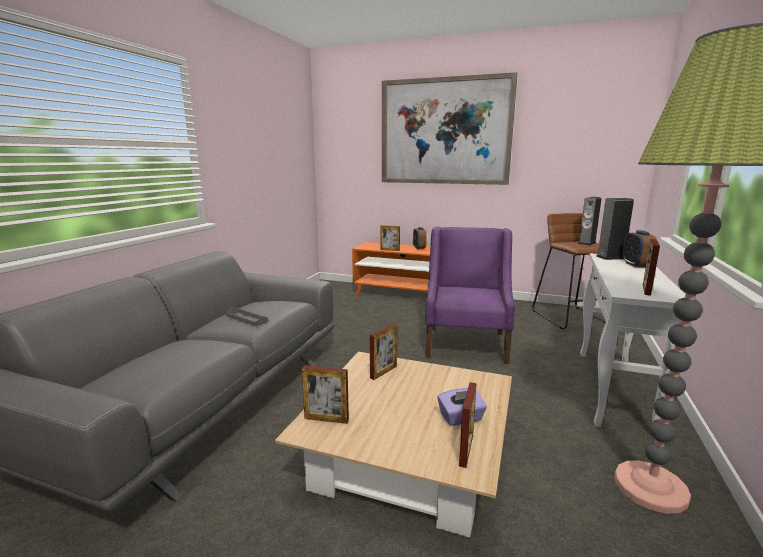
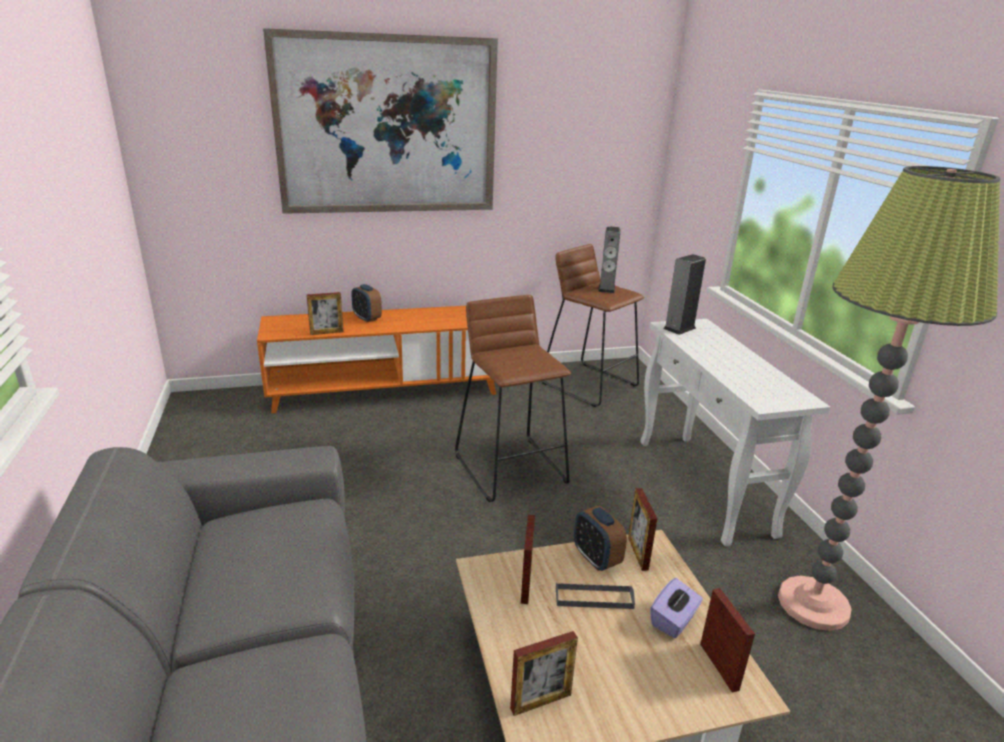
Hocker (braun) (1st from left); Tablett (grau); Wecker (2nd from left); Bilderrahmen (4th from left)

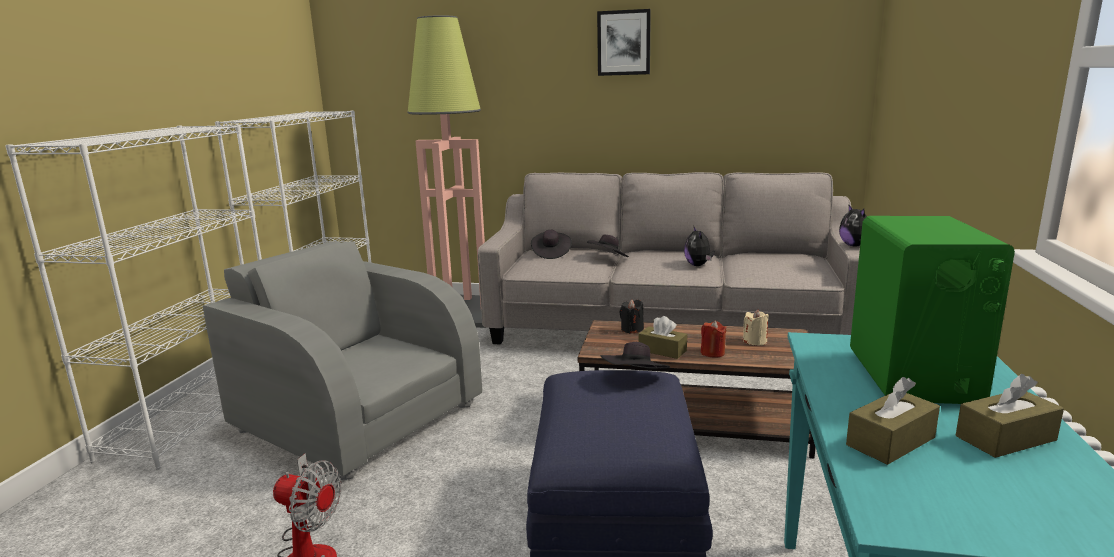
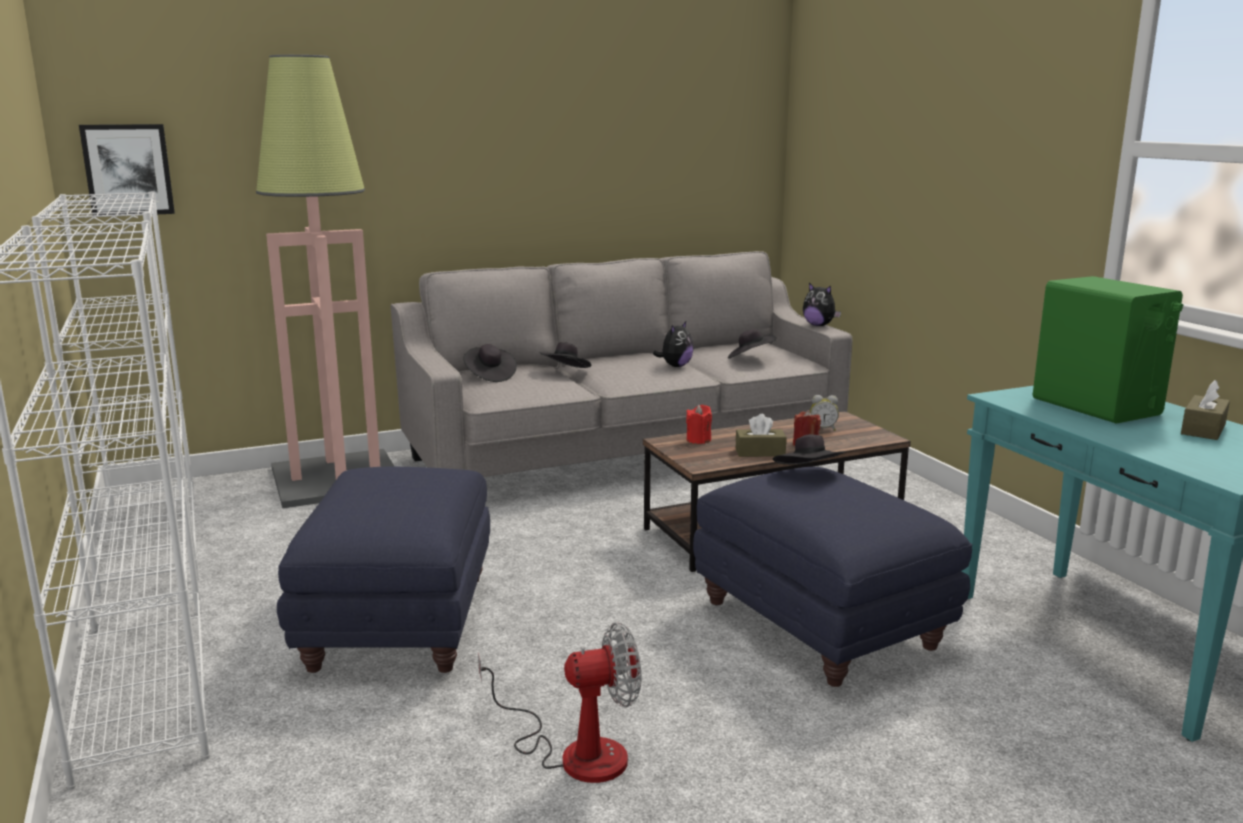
Bild; Polsterhocker (blau) (1st from left); Plüschtier (1st from left); Kerze (rot) (1st from left); Hut (schwarz) (3rd from left); Wecker; Taschentuchbox (braun) (2nd from left in the first image)

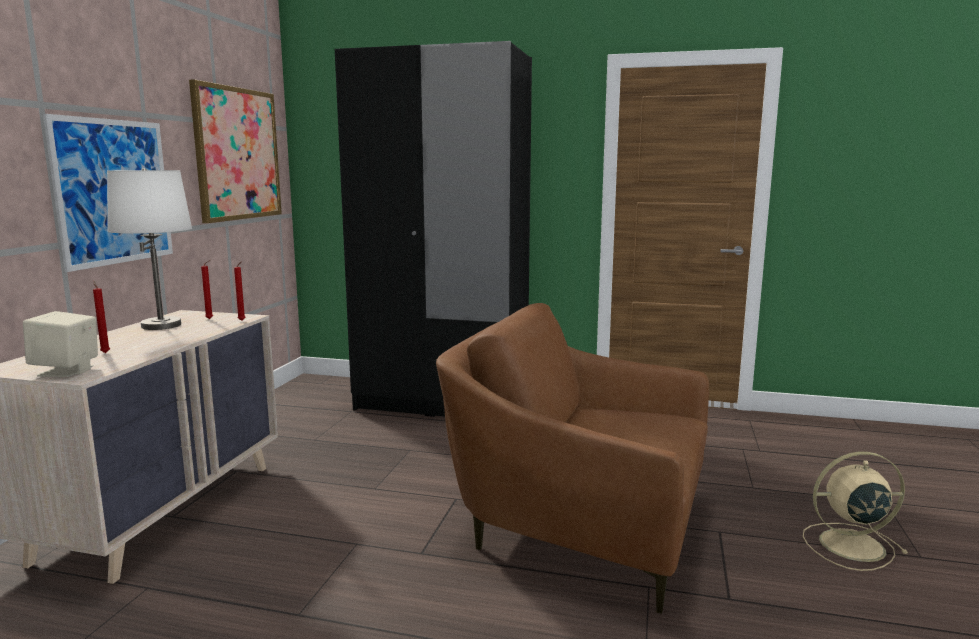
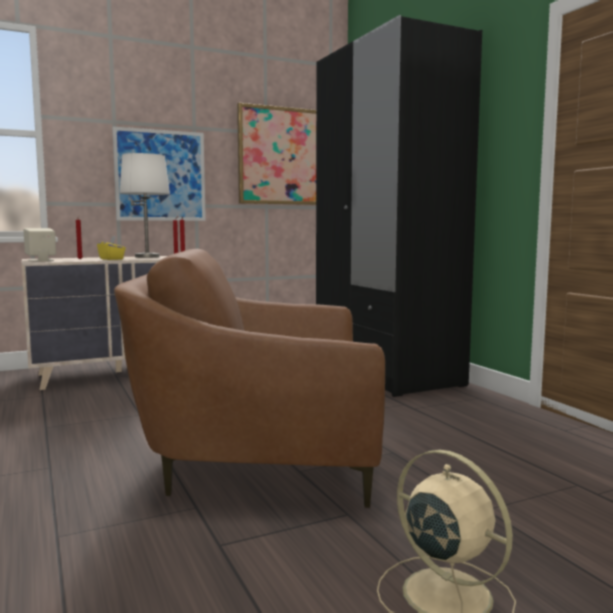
Taschentuchbox (gelb); Sessel (braun)

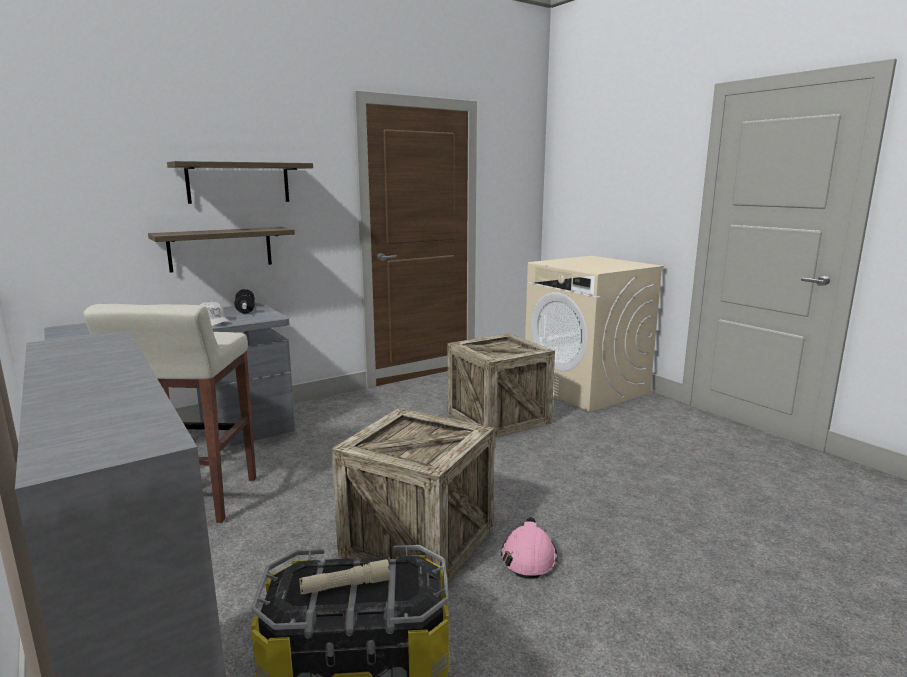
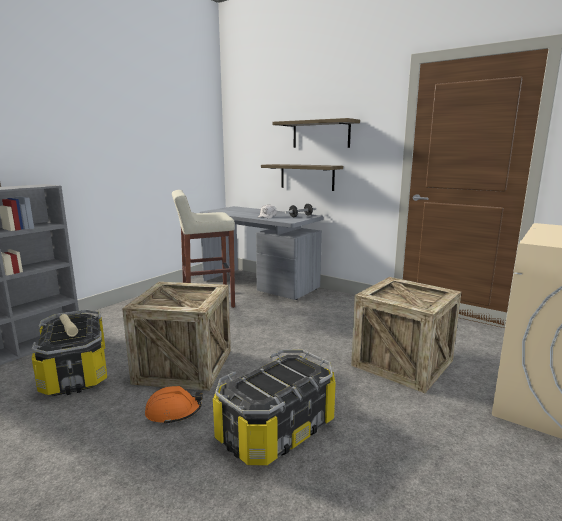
Schutzhelm (orange); Aufbewahrungsbox (2nd from left)

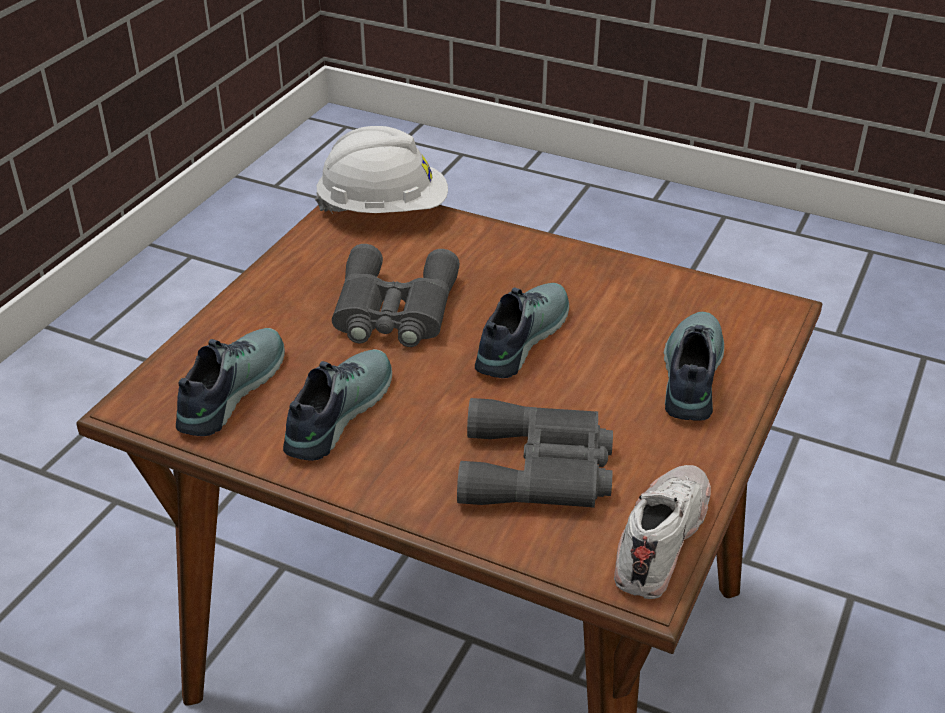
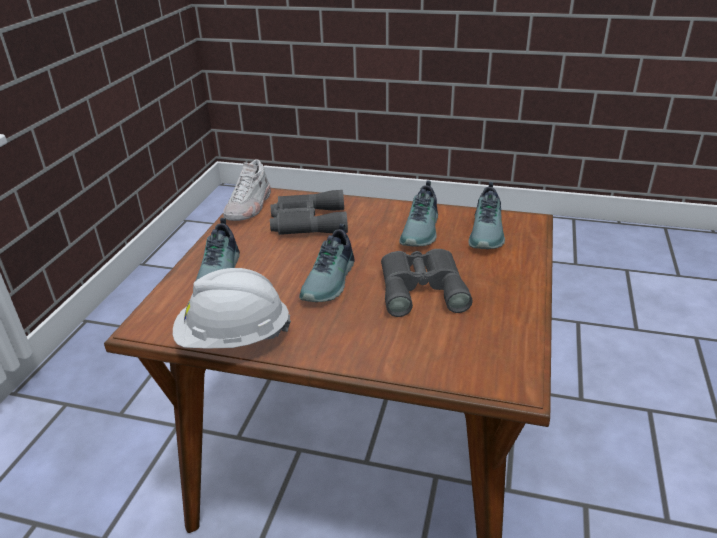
Schutzhelm (weiß)

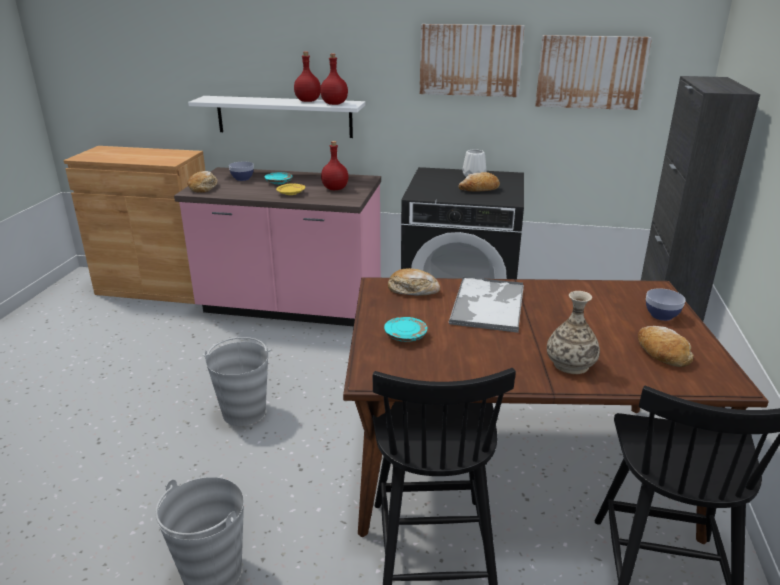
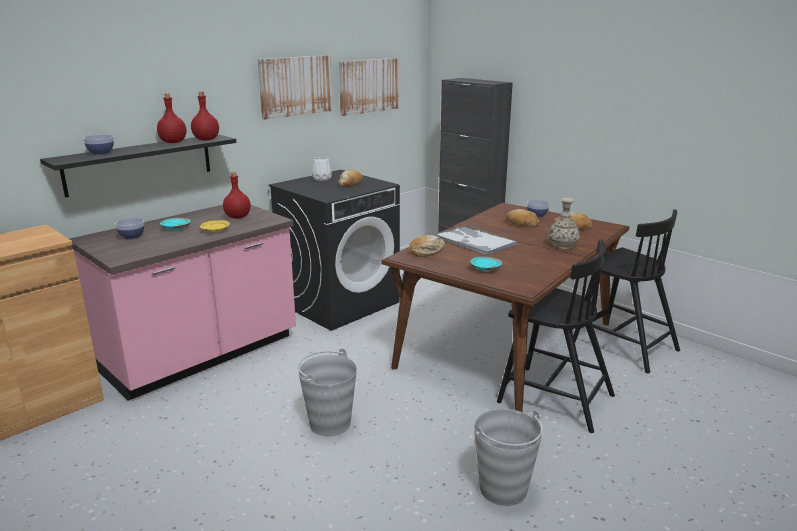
Wandregal (schwarz); Schüssel (1st from left); Brot (3rd from left)

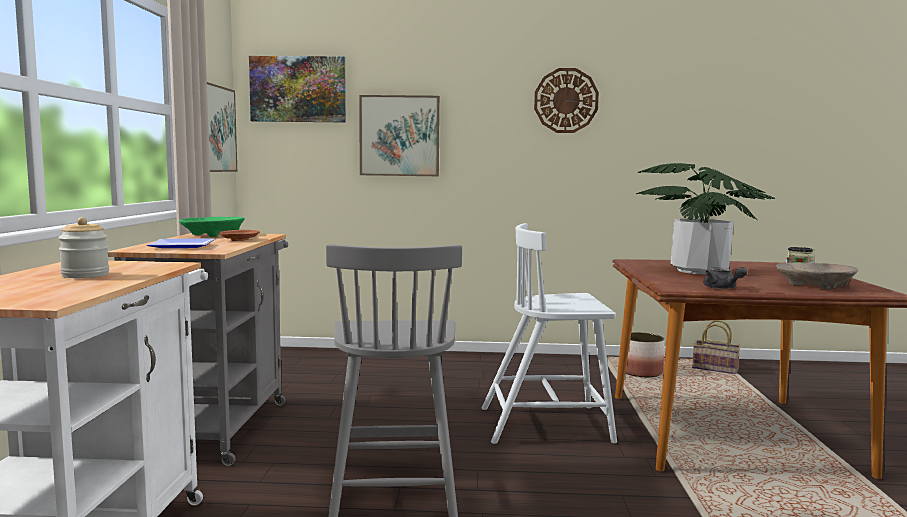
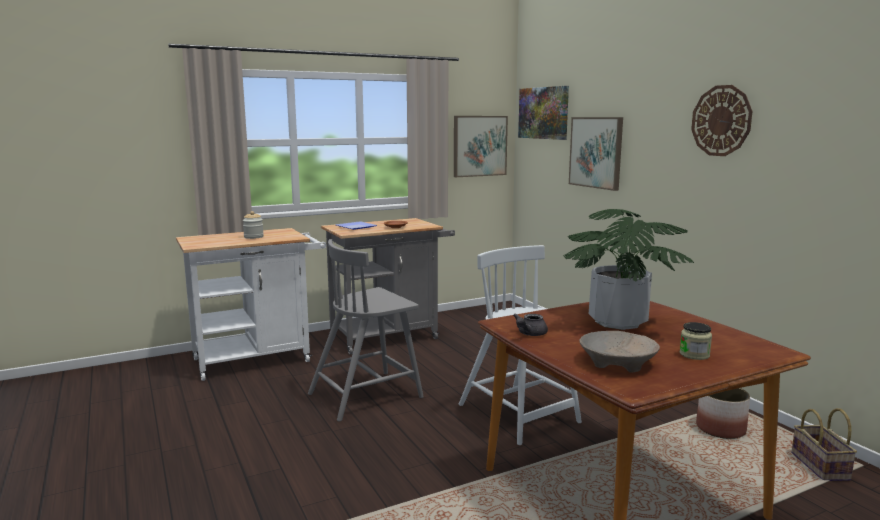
Schüssel (grün)

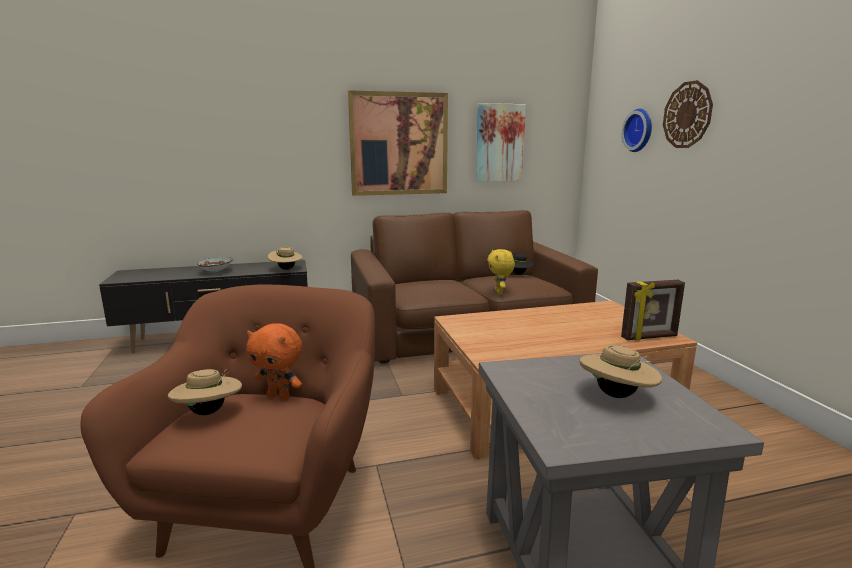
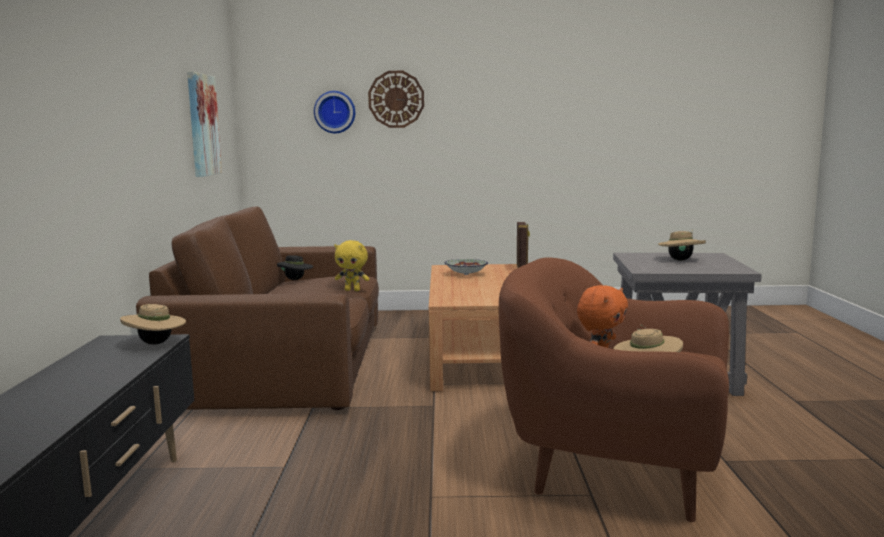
Schüssel; Bild (1st from left in the first image)

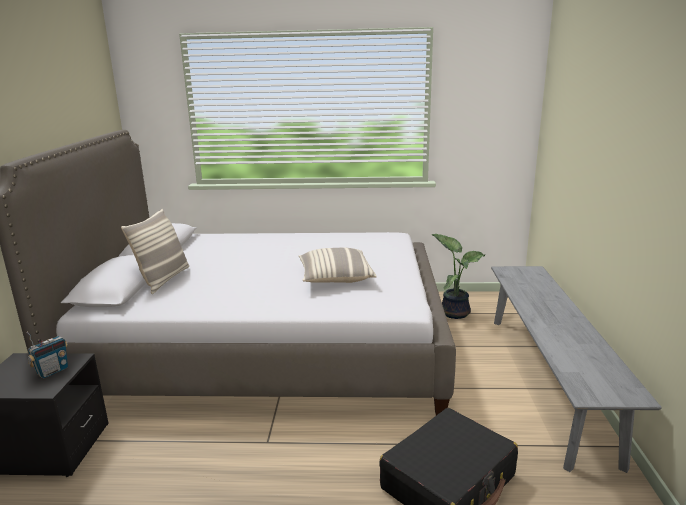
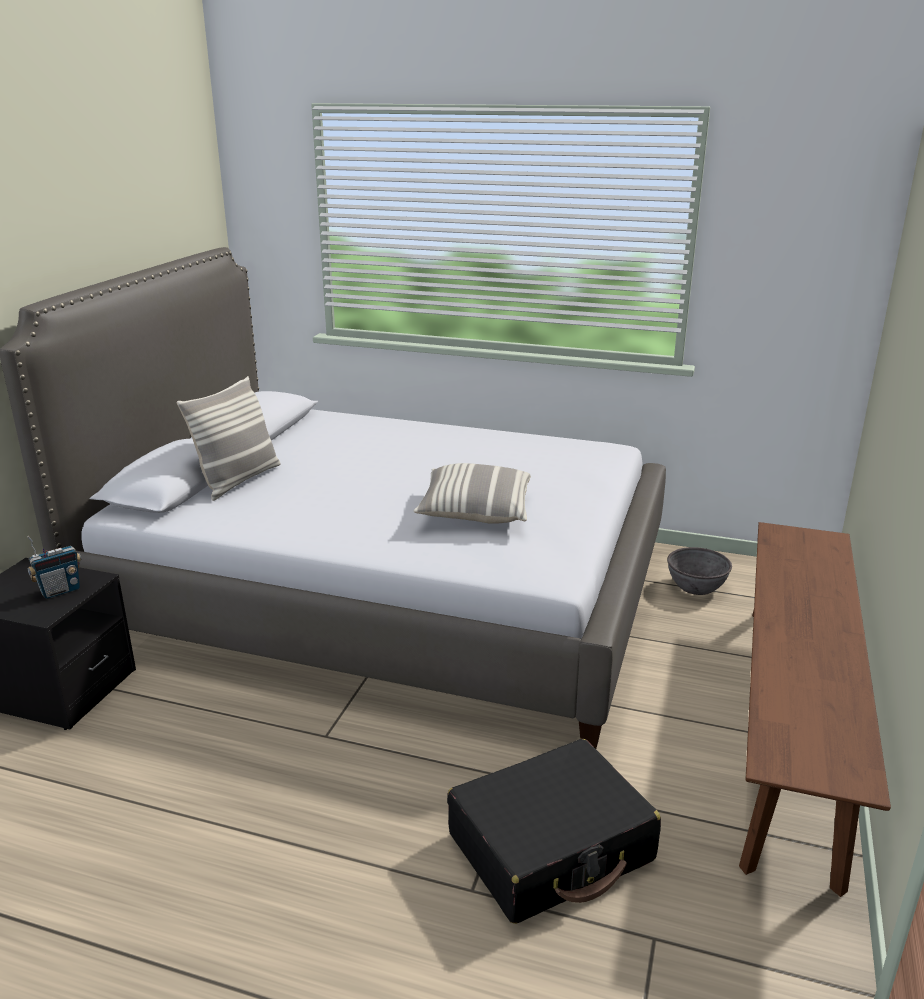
Schüssel (grau); Bank (braun)

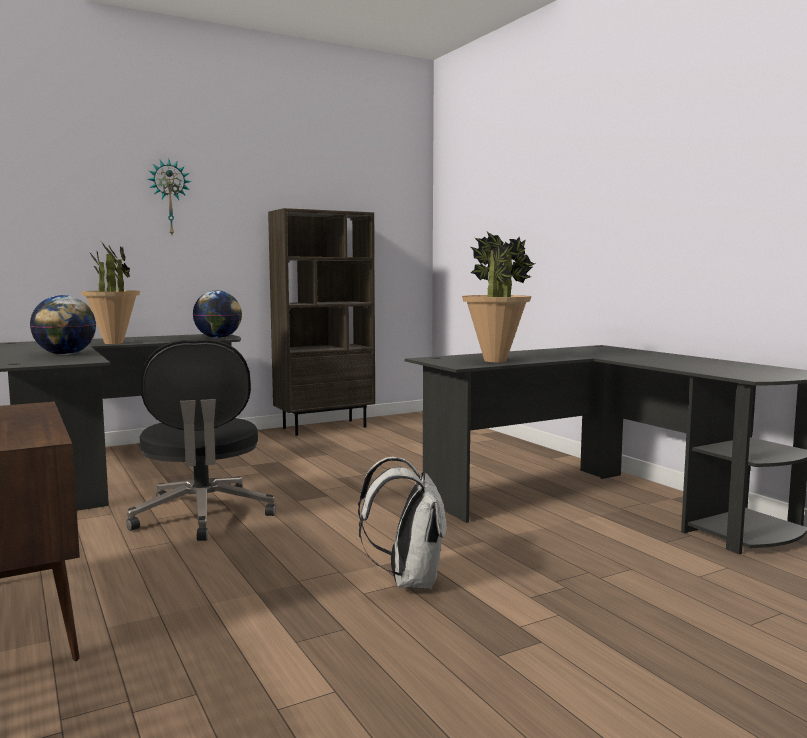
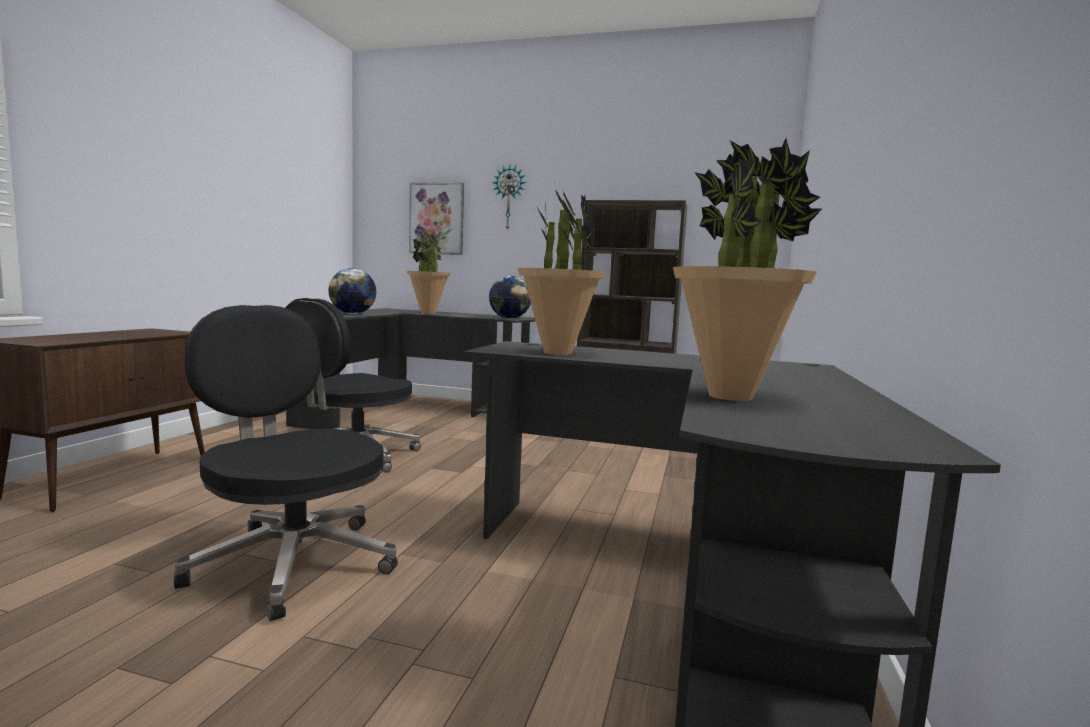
Bürostuhl (schwarz) (1st from left); Bild; Topfpflanze (3rd from left)

